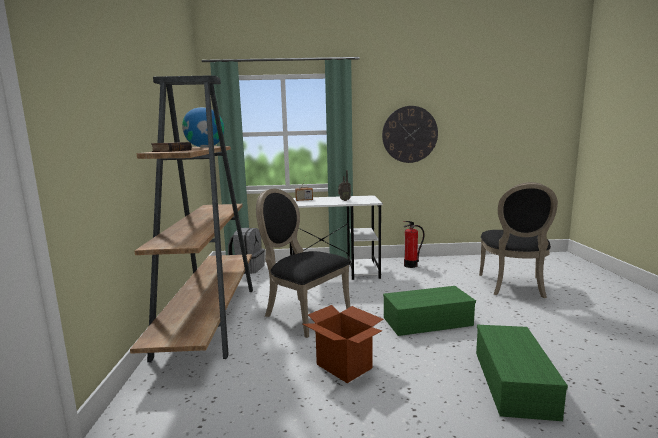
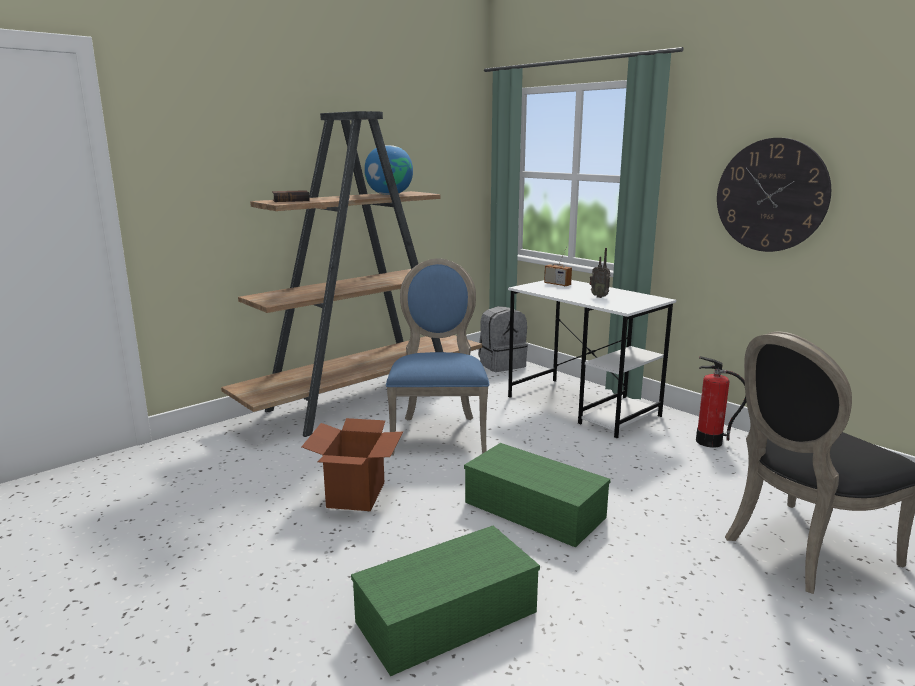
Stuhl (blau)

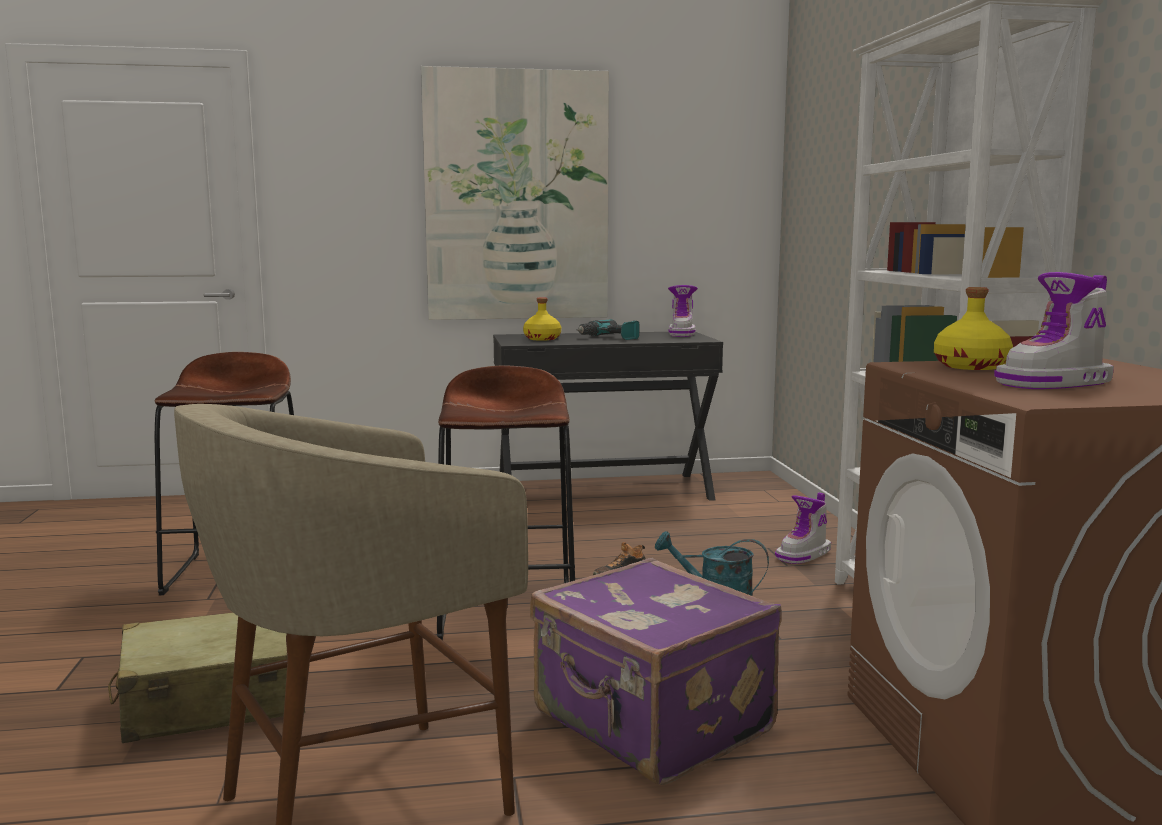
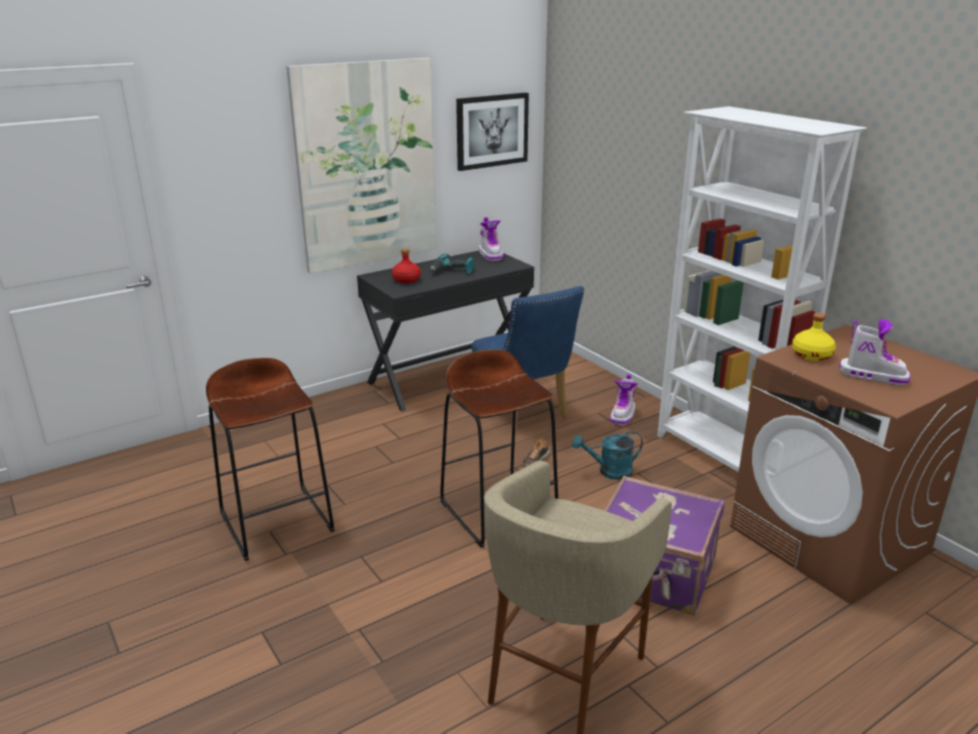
Flasche (rot); Bild (2nd from left); Stuhl (blau); Stiefel (3rd from left); Koffer (beige)

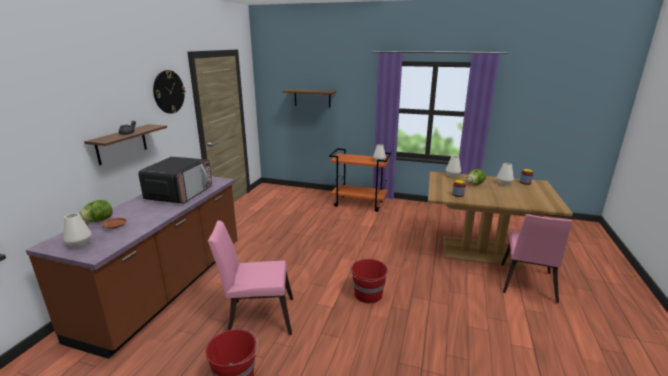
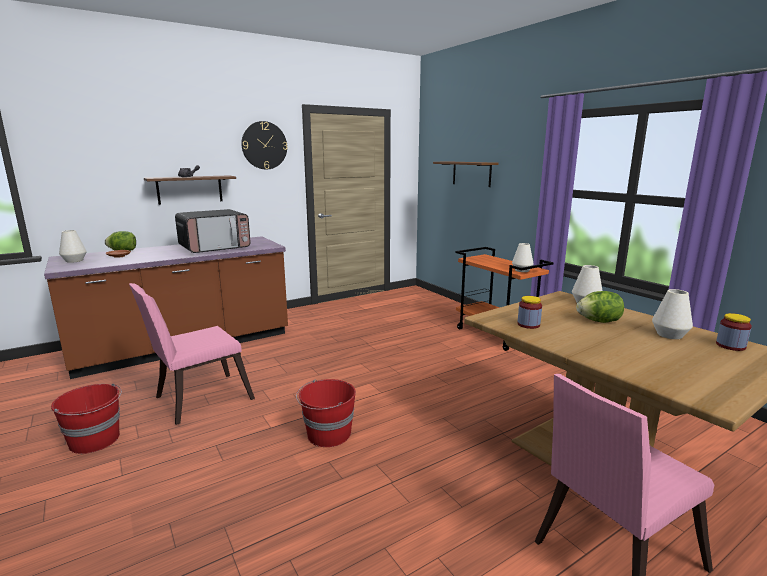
Stuhl (rosa) (1st from left)

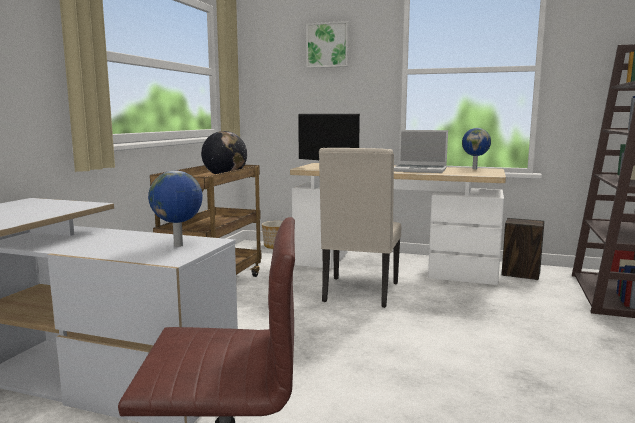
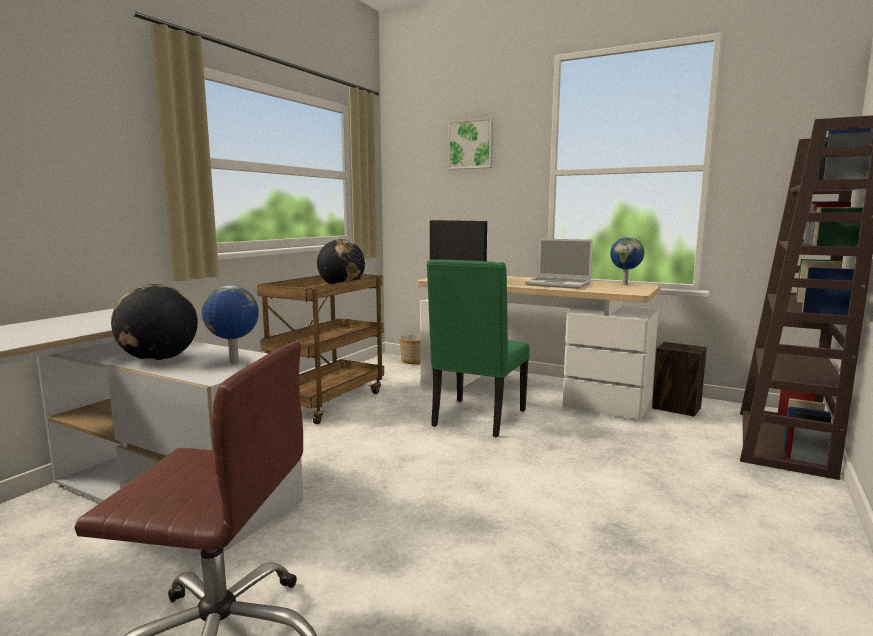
Globus (1st from left); Stuhl (grün)

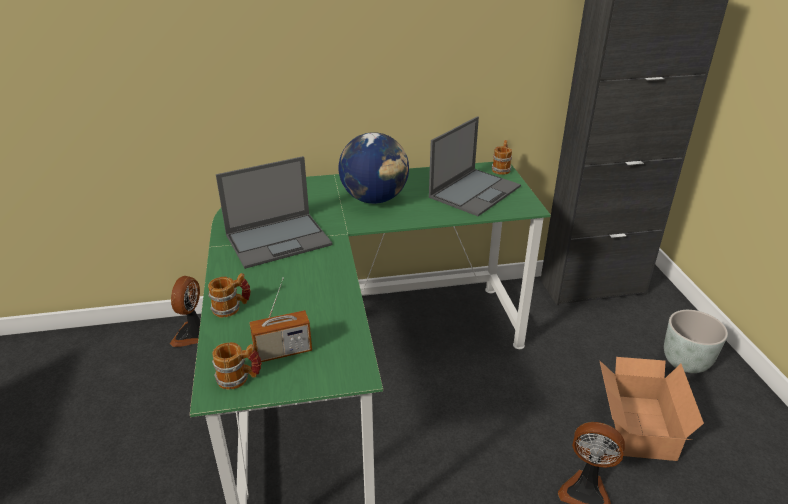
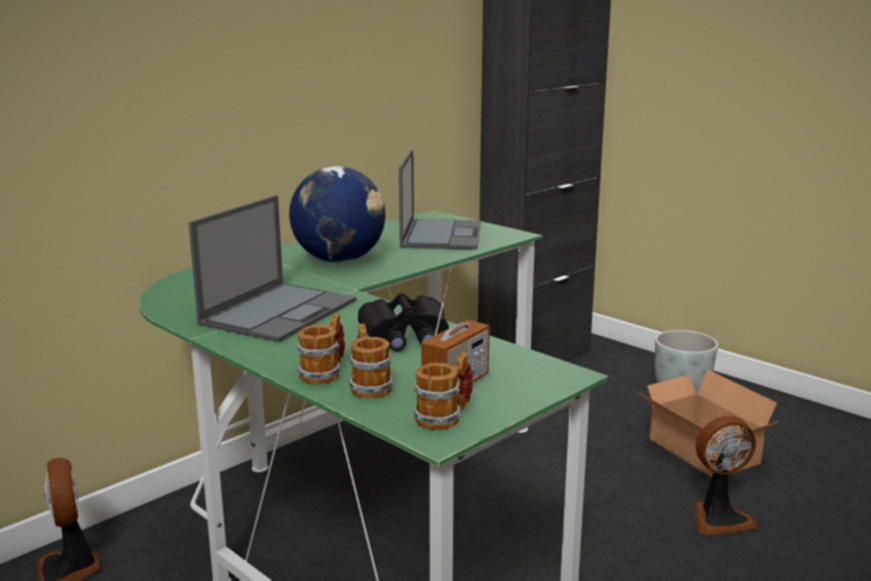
Henkelbecher (2nd from left); Fernglas (schwarz)

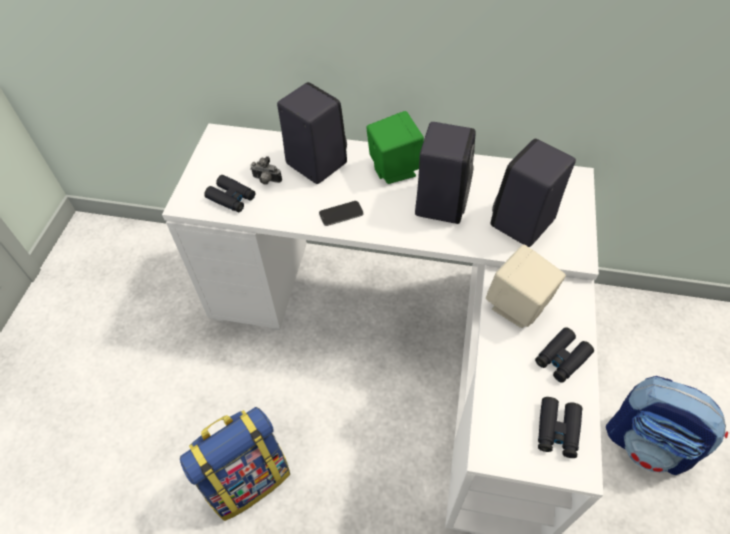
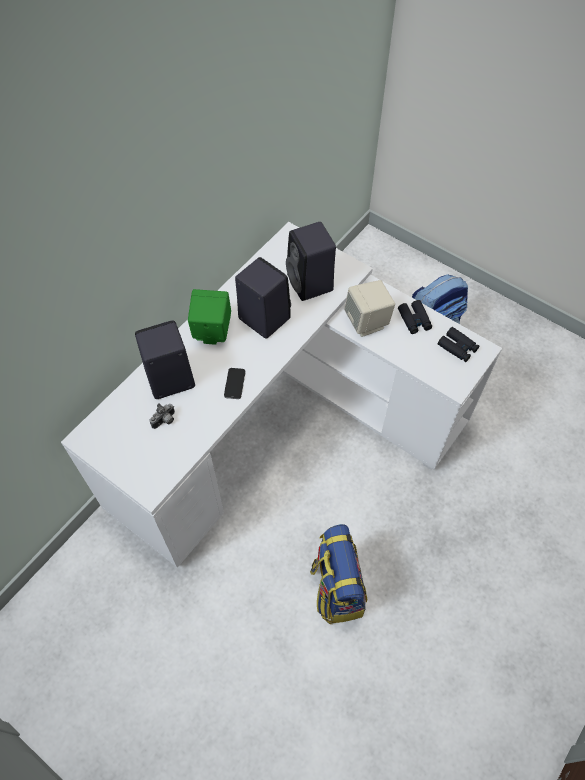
Fernglas (schwarz) (1st from left in the first image)

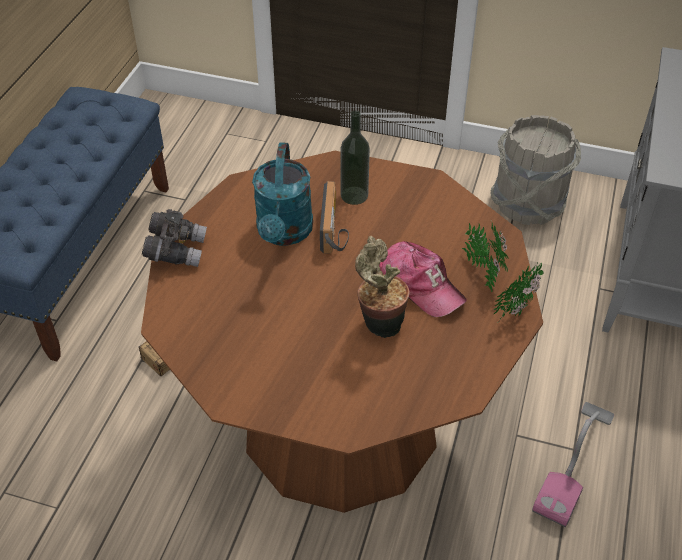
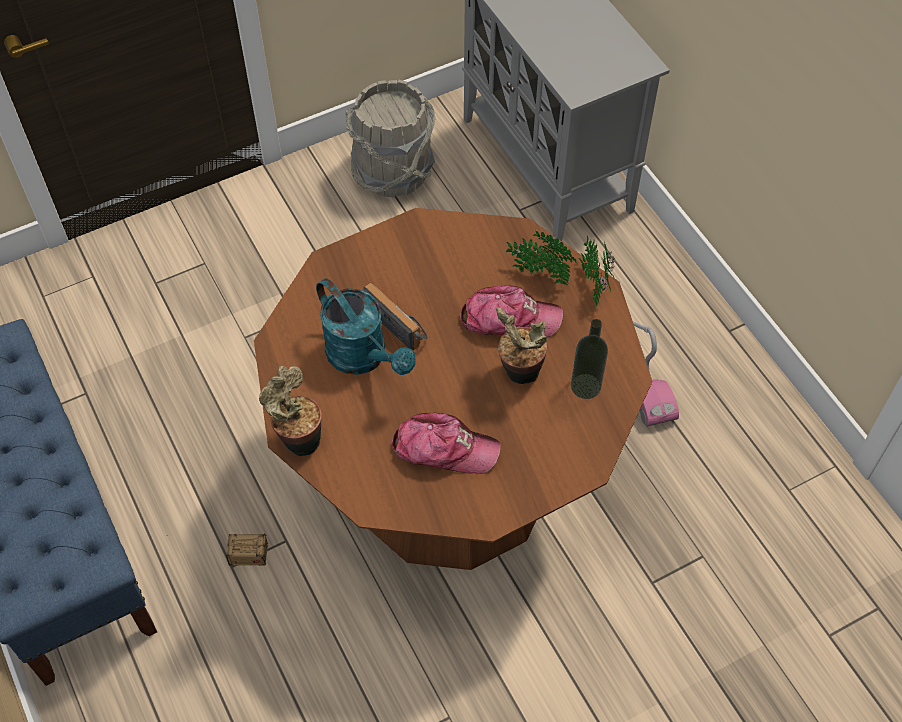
Topfpflanze (1st from left); Kappe (1st from left); Flasche

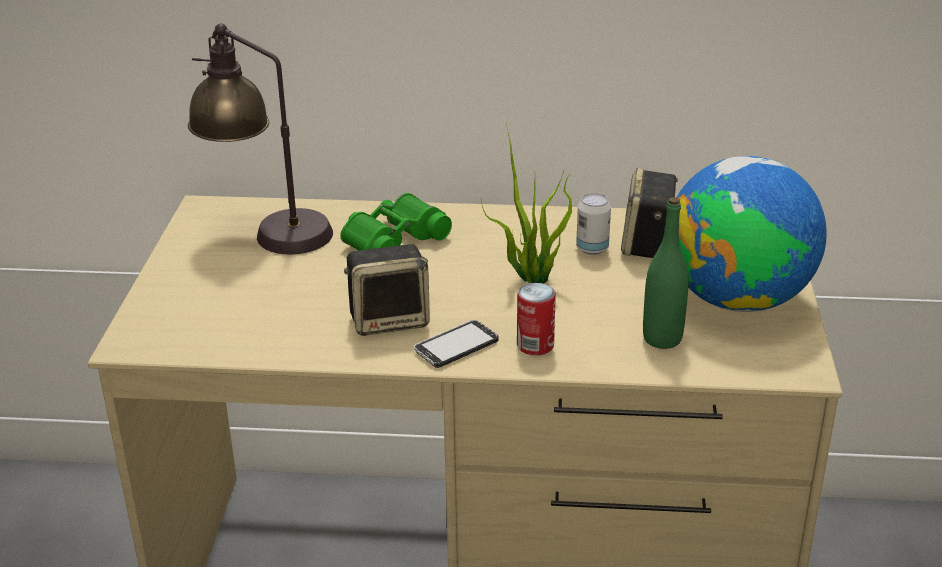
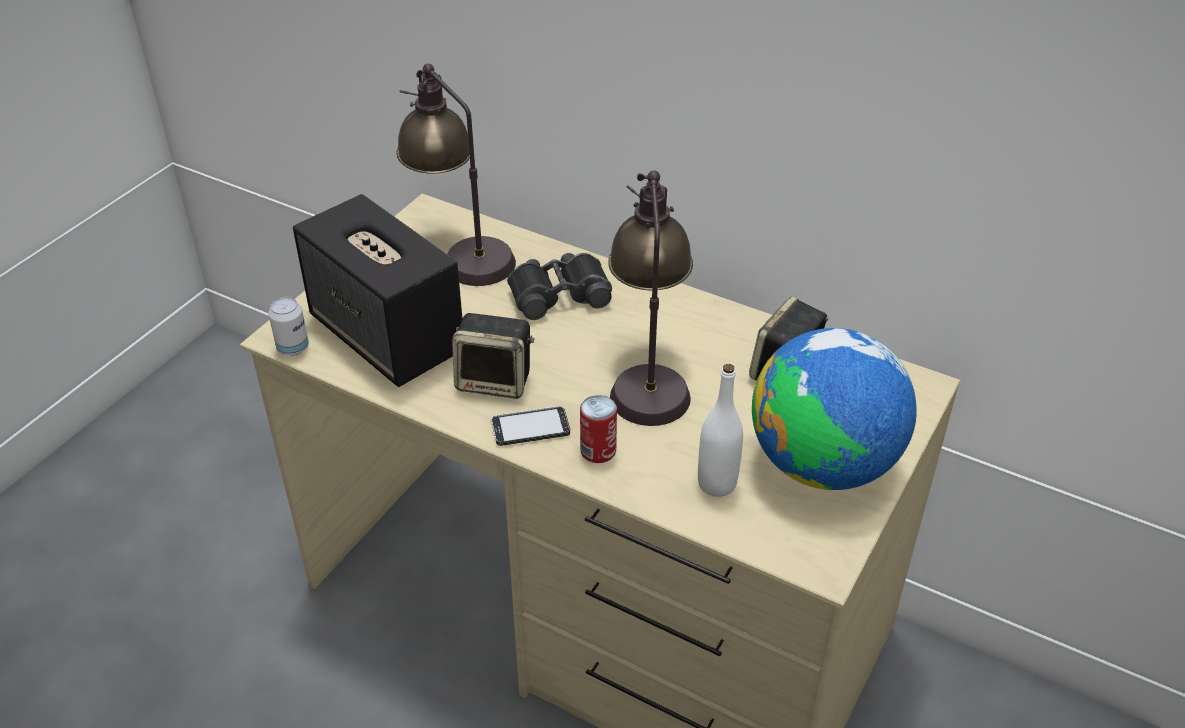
Dose (1st from left); Lautsprecher (1st from left); Fernglas (schwarz); Tischlampe (2nd from left); Flasche (weiß)

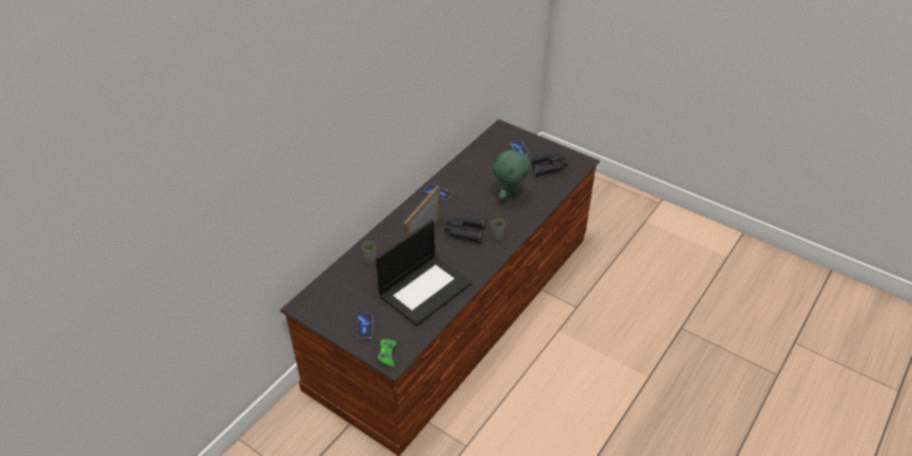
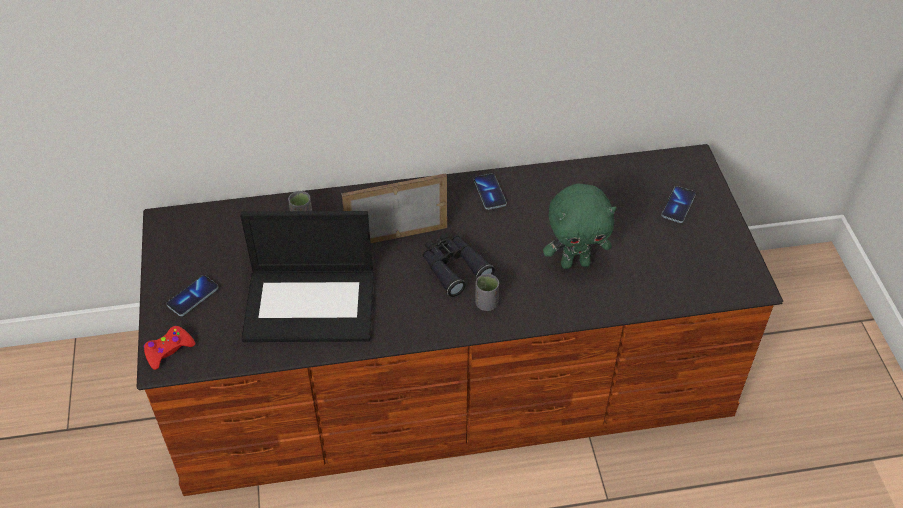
Gamepad (rot); Fernglas (schwarz) (2nd from left in the first image)

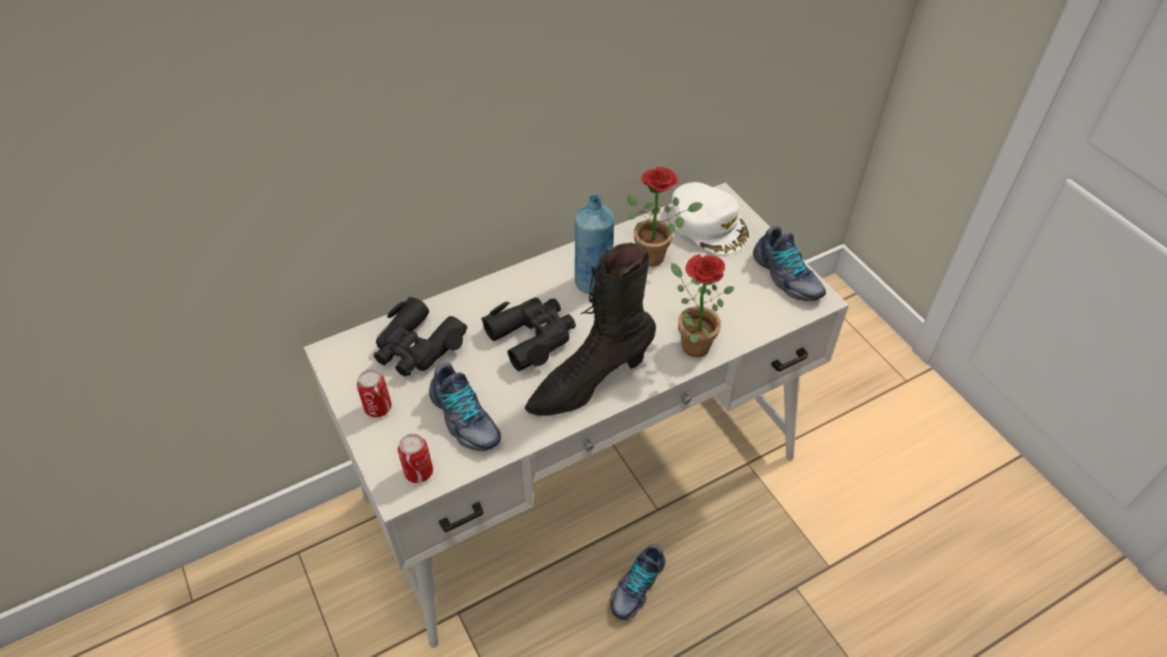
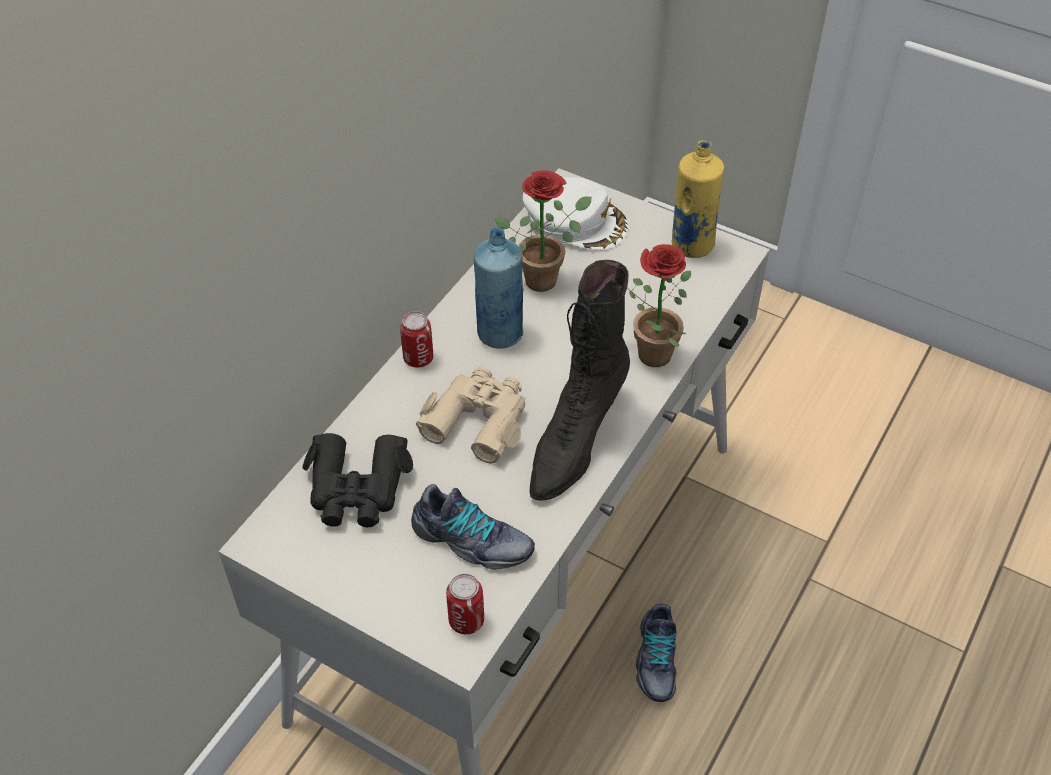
Dose (1st from left); Fernglas (beige); Flasche (gelb)

